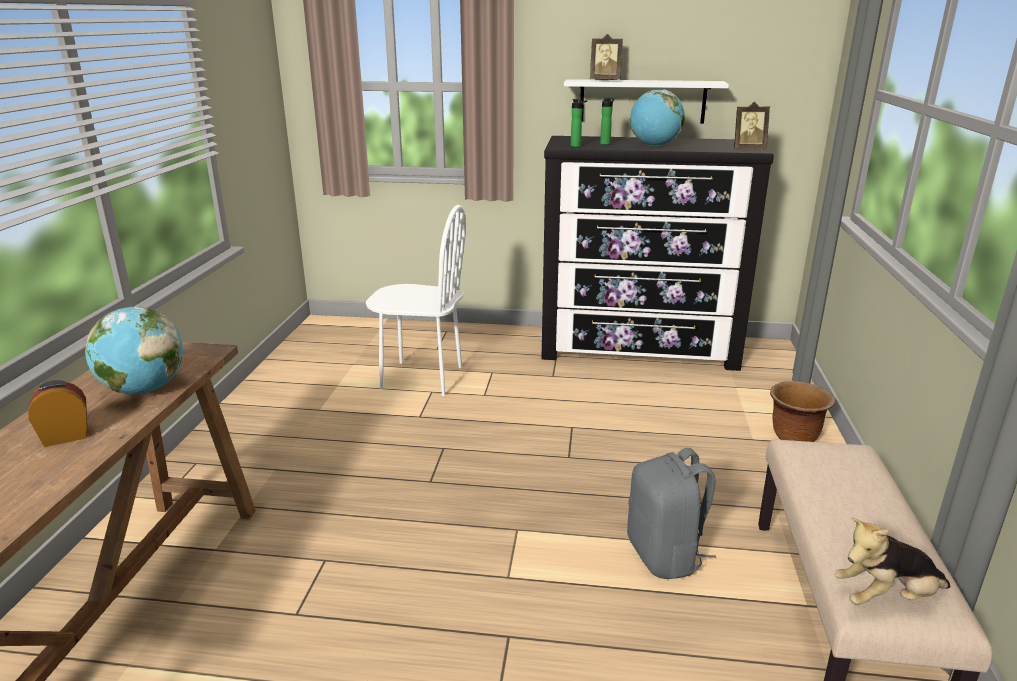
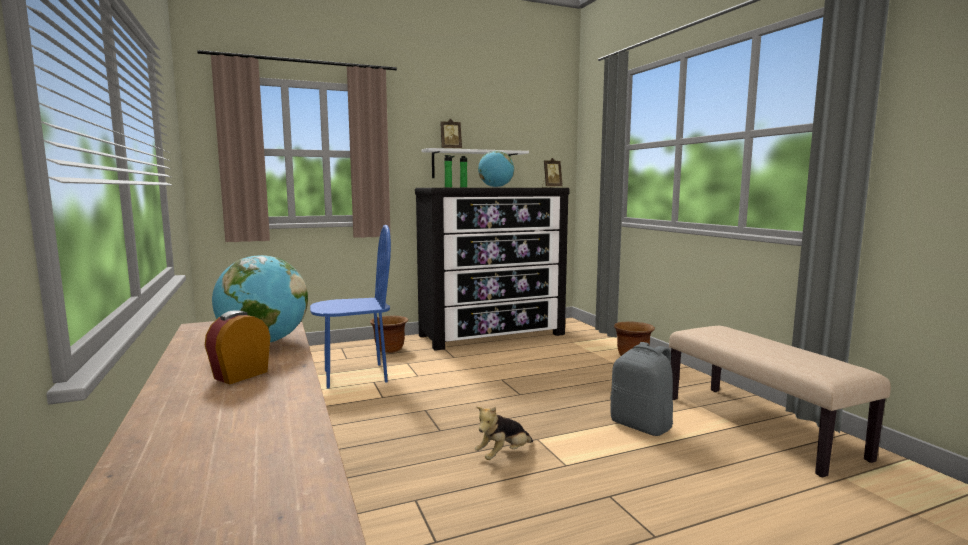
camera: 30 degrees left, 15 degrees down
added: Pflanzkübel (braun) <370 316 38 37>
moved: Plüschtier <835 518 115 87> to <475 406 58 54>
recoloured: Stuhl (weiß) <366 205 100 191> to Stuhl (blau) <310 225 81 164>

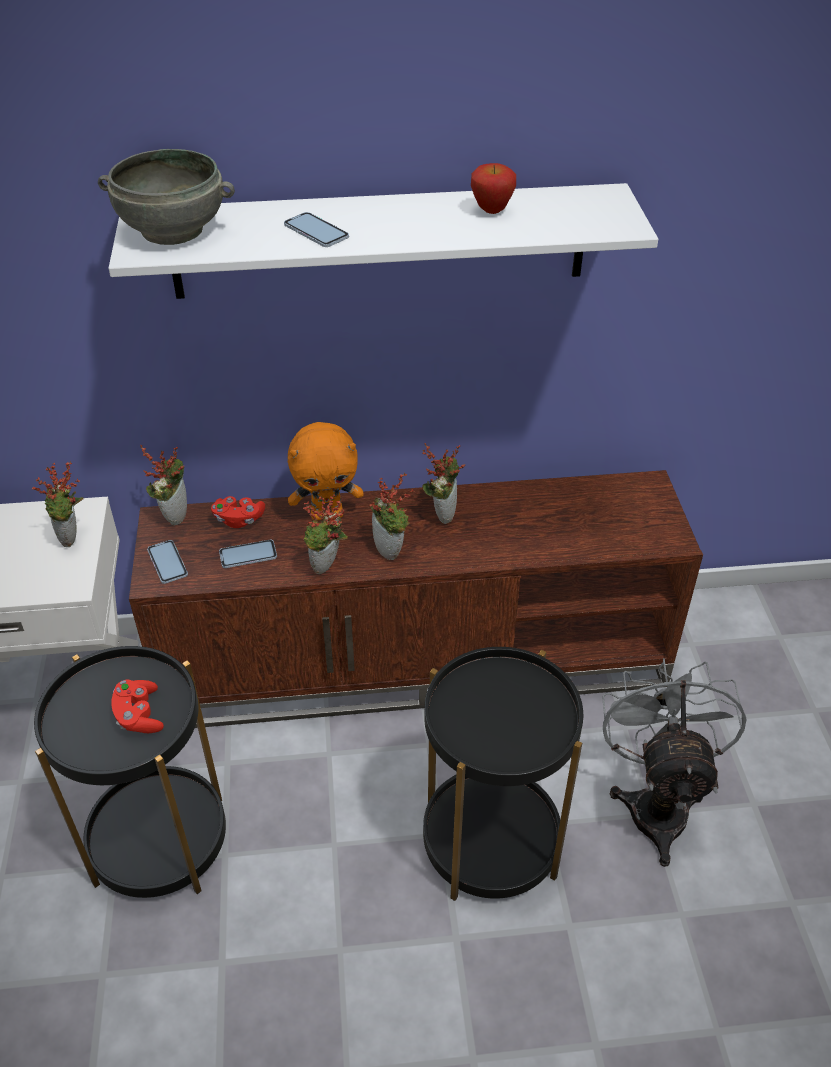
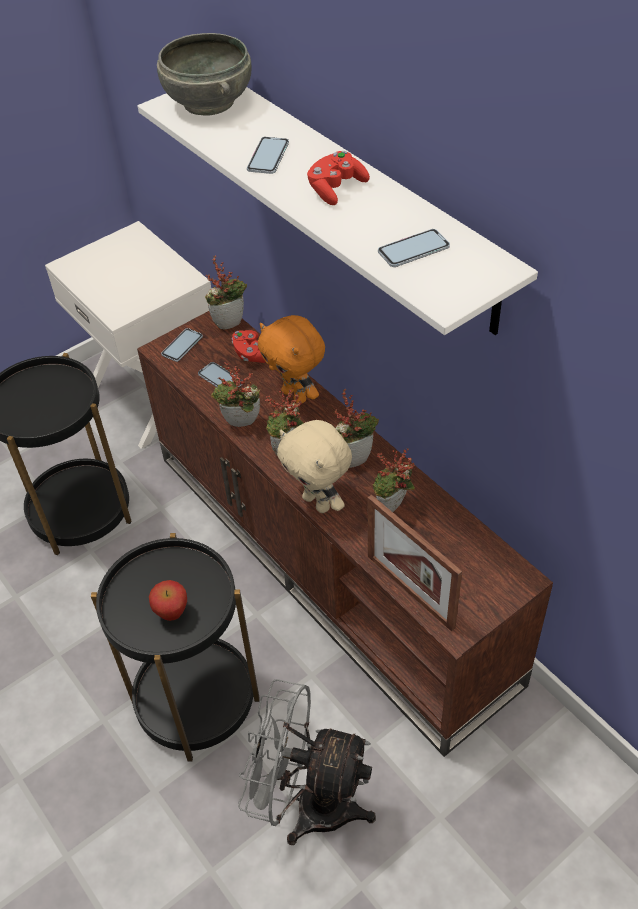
camera: 60 degrees right, 5 degrees up
added: Plüschtier (beige) <277 420 75 93>; Bilderrahmen <368 495 94 137>; Handy <378 229 72 38>
moved: Topfpflanze <32 461 52 86> to <373 448 42 64>; Gamepad (rot) <111 680 53 53> to <307 151 63 54>; Apfel <471 163 45 51> to <149 580 38 41>
turned: Ventilator (grau) <602 658 145 209> = <238 679 138 166> 135 degrees counterclockwise

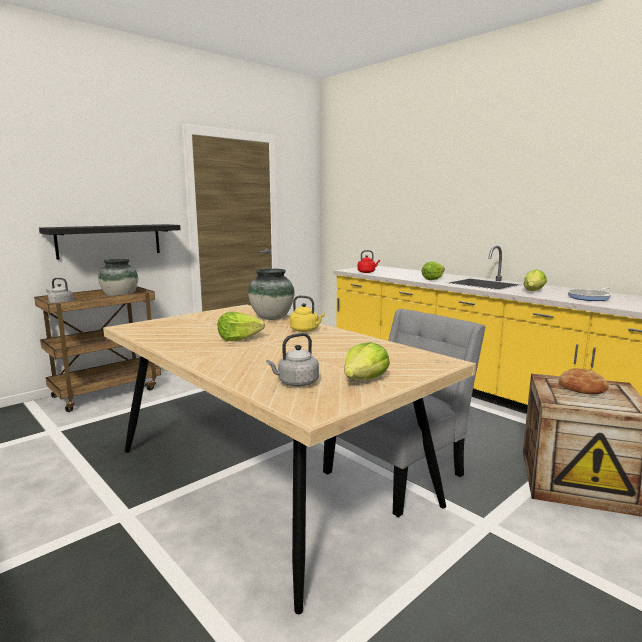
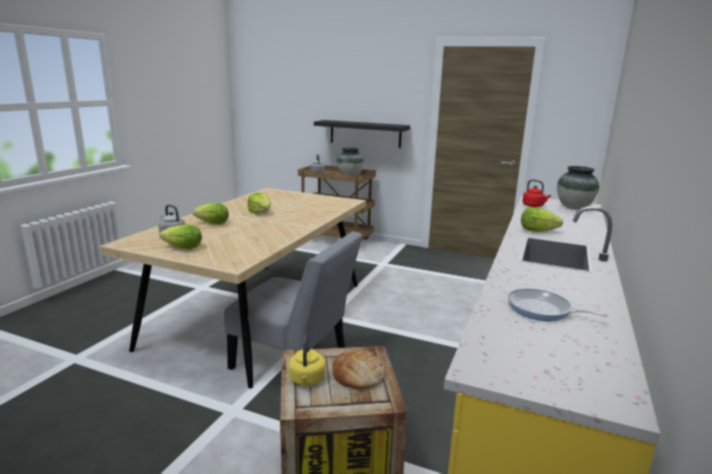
camera: 65 degrees right, 5 degrees up
moved: Vase <248 269 47 51> to <557 166 42 44>; Wasserkessel (gelb) <290 295 35 37> to <288 335 38 51>; Salatkopf <523 270 24 21> to <193 203 36 21>

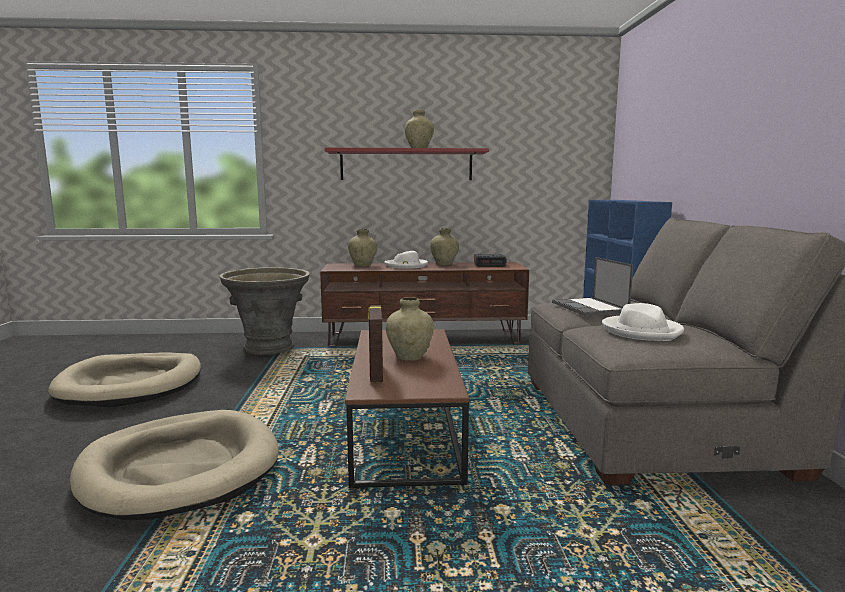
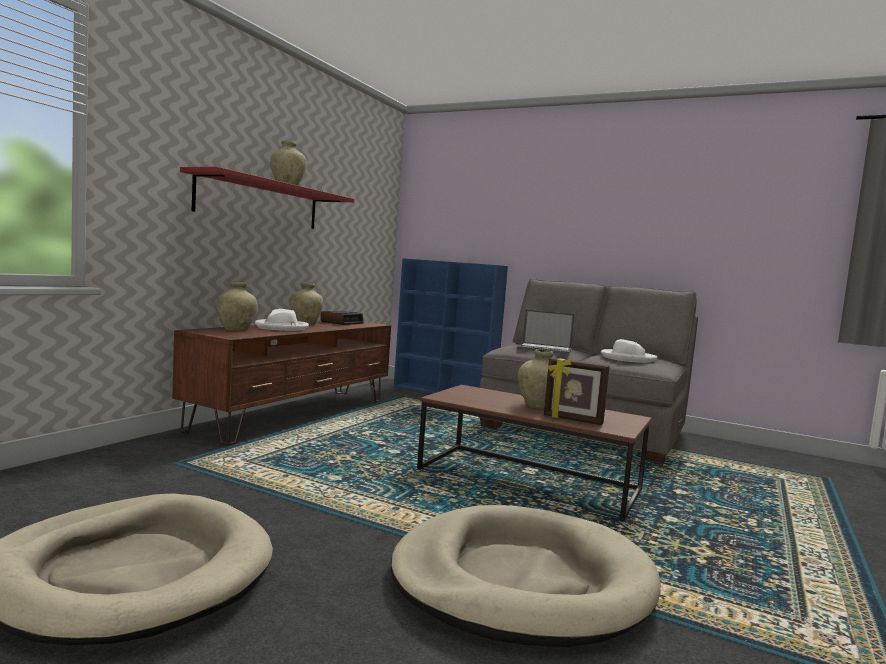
camera: 60 degrees left, 5 degrees down
removed: Pflanzkübel (grau) <219 267 91 88>

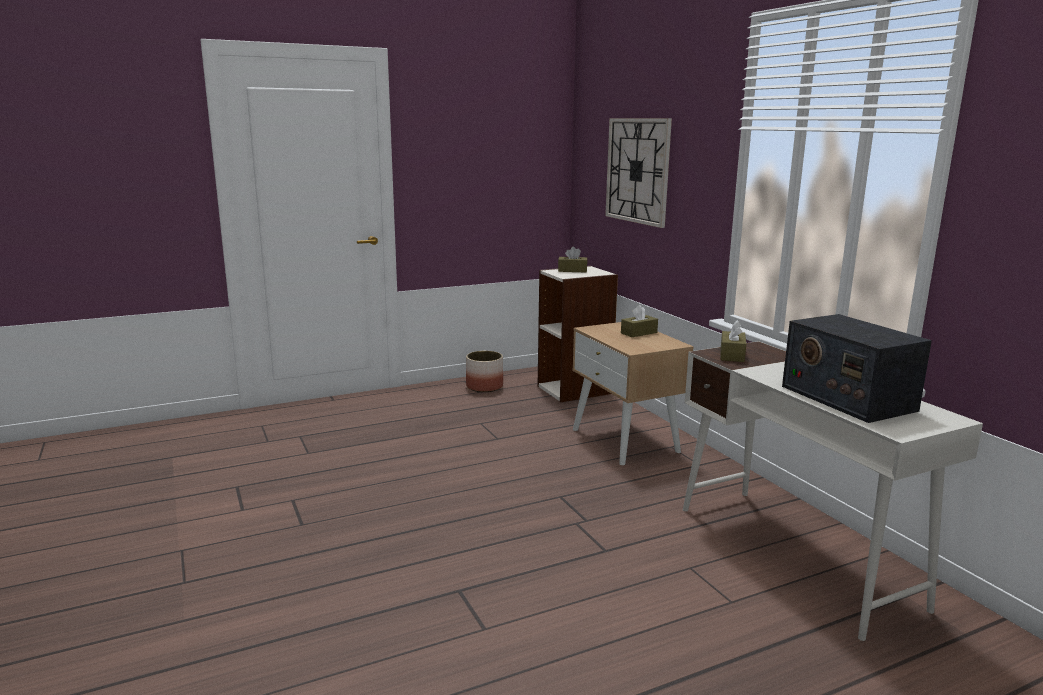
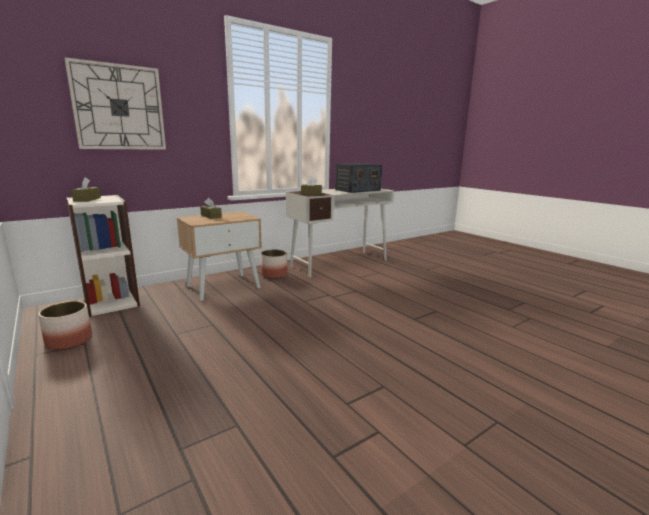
camera: 100 degrees left, 0 degrees up
added: Pflanzkübel <261 249 26 30>

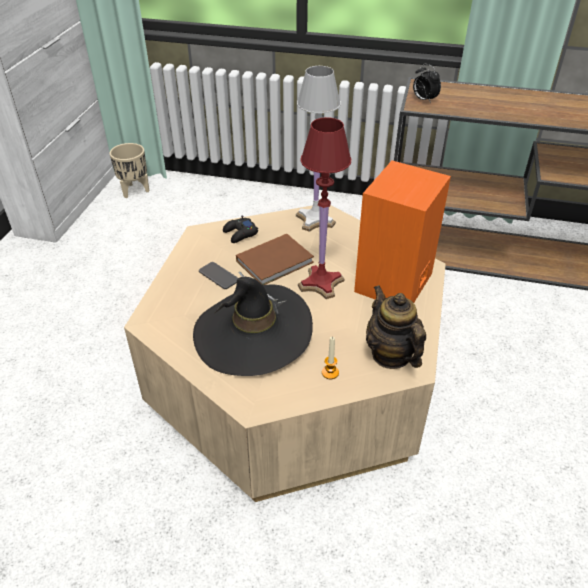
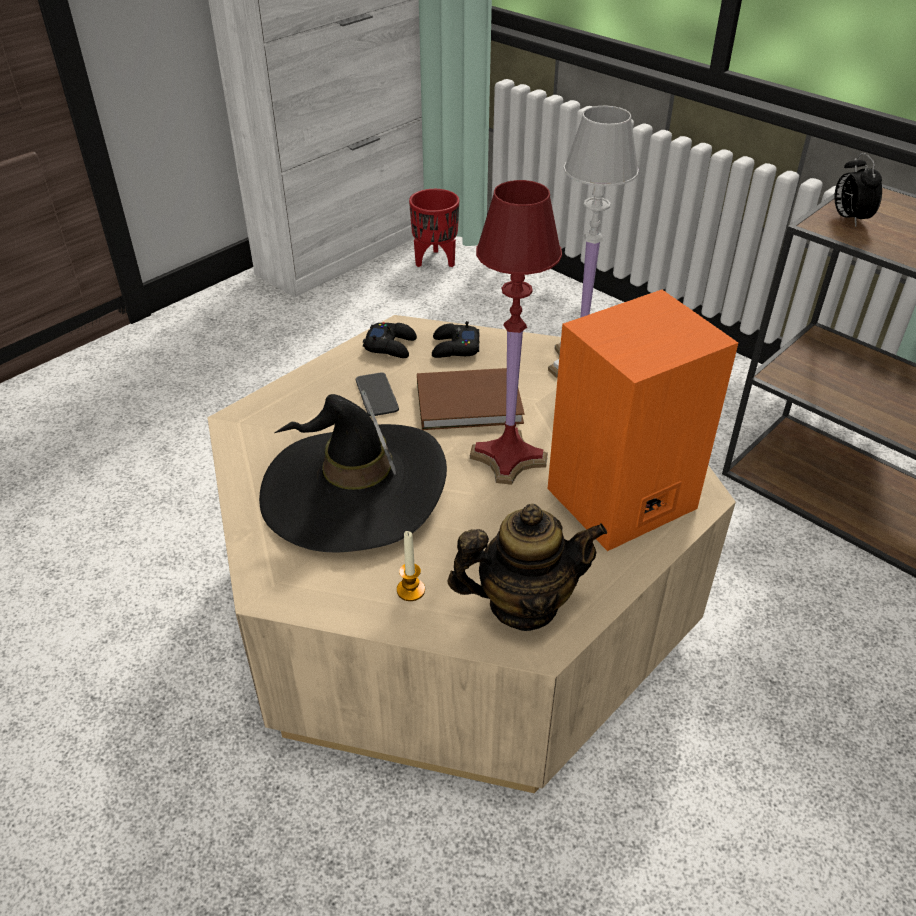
camera: 30 degrees right, 0 degrees up
added: Gamepad (schwarz) <363 322 54 36>
recoloured: Pflanzkübel (beige) <109 143 40 55> to Pflanzkübel (rot) <409 189 50 78>
turned: Teekanne <366 285 60 84> = <448 504 159 127> 75 degrees clockwise

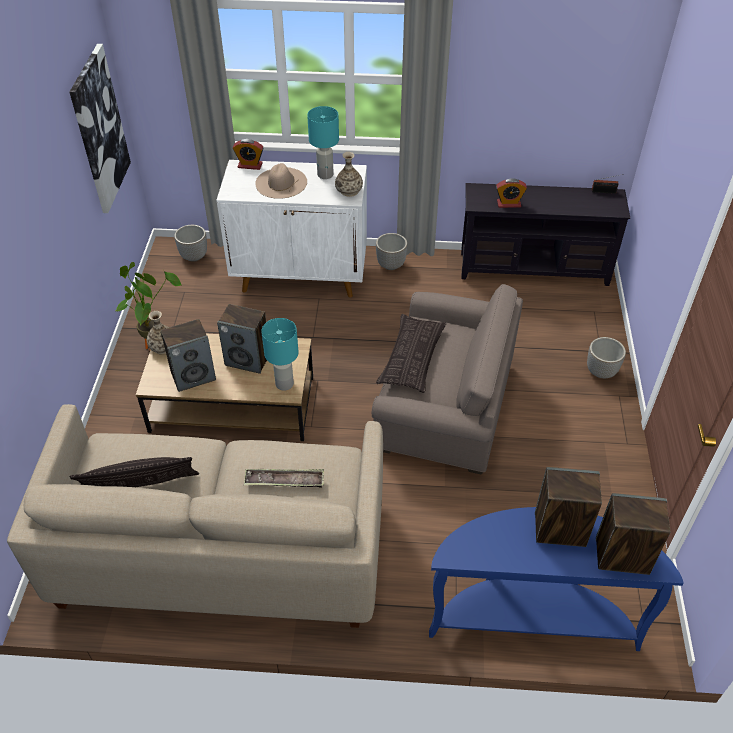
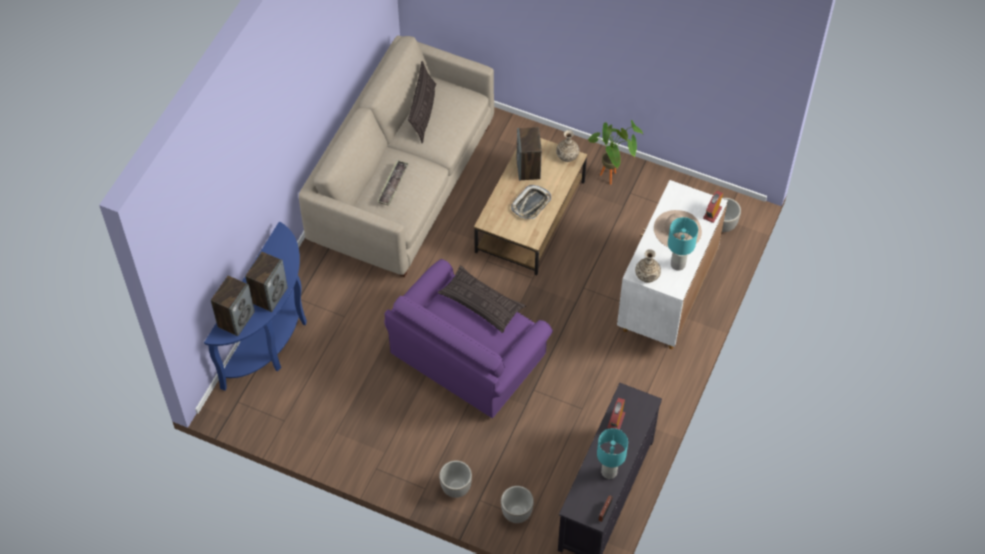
camera: 110 degrees right, 10 degrees up
removed: Bild <69 44 62 169>
moved: Tischlampe (türkis) <261 318 38 73> to <597 428 31 51>; Pflanzkübel <376 233 32 37> to <501 486 33 37>
replaced: Lautsprecher <217 304 50 70> to Tablett <511 185 40 34>
recoloured: Sessel (grau) <371 284 152 191> to Sessel (lila) <384 259 169 159>

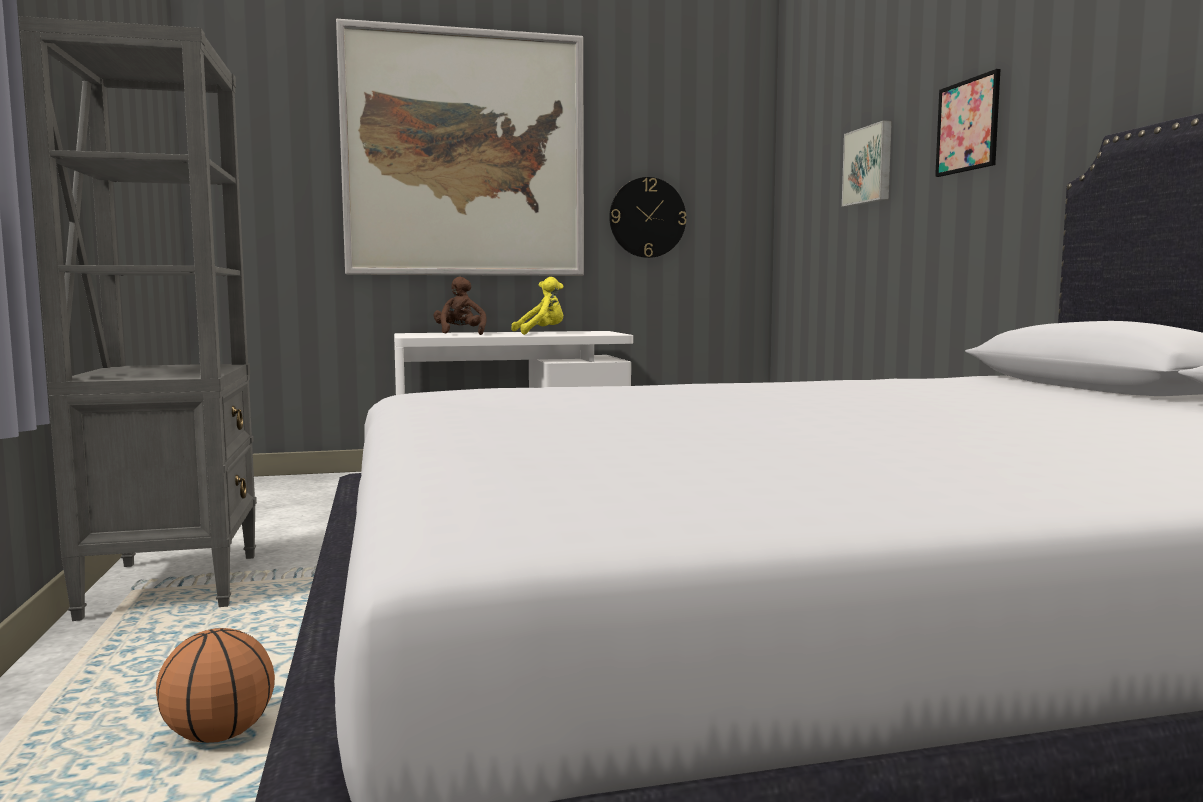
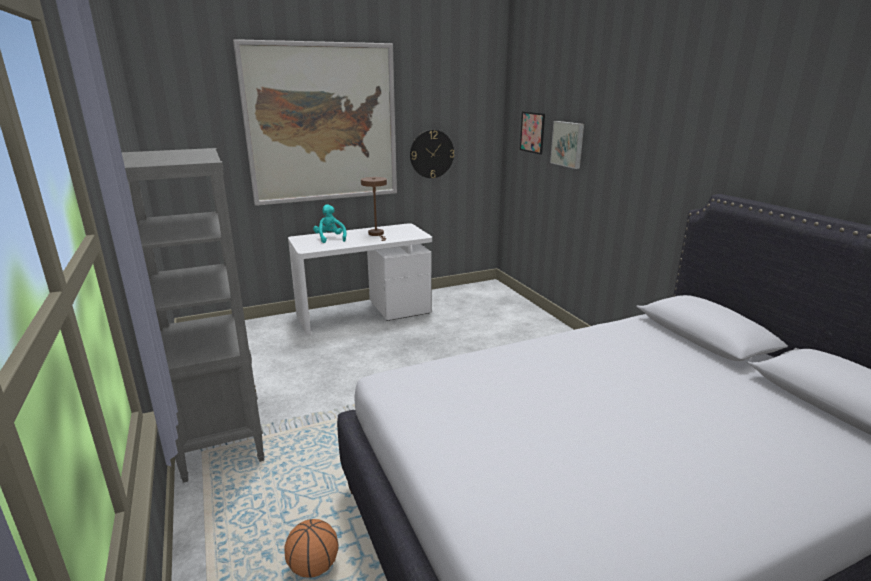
camera: 10 degrees left, 15 degrees up
moved: Bild <935 69 65 108> to <520 112 25 43>
replaced: Plüschtier (gelb) <511 277 52 58> to Tischlampe (braun) <361 177 26 64>
recoloured: Plüschtier (braun) <434 277 53 58> to Plüschtier (türkis) <313 204 33 39>

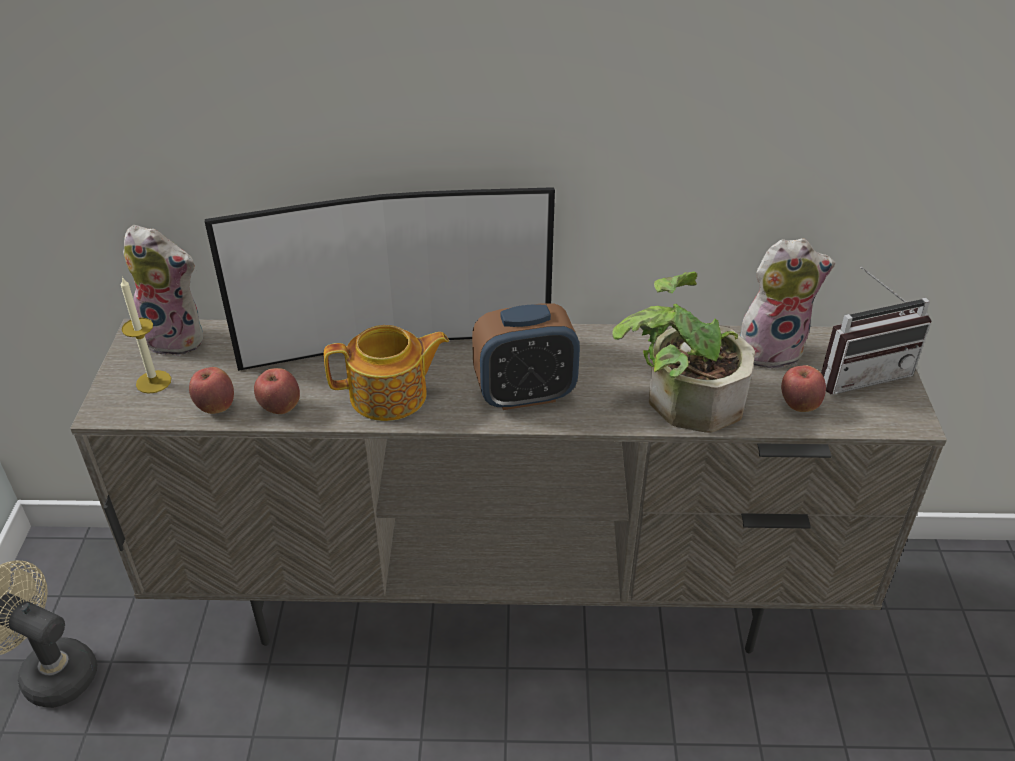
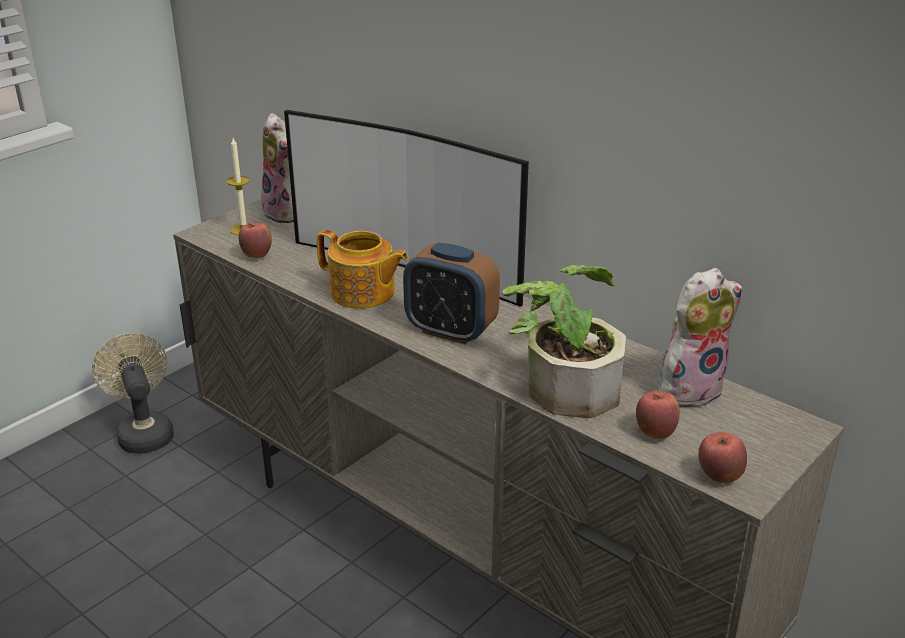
camera: 40 degrees right, 10 degrees down
removed: Radio <821 267 110 127>
moved: Apfel <254 368 46 46> to <698 432 49 51>
turned: Plüschtier <740 238 95 132> = <659 268 84 139> 60 degrees counterclockwise

